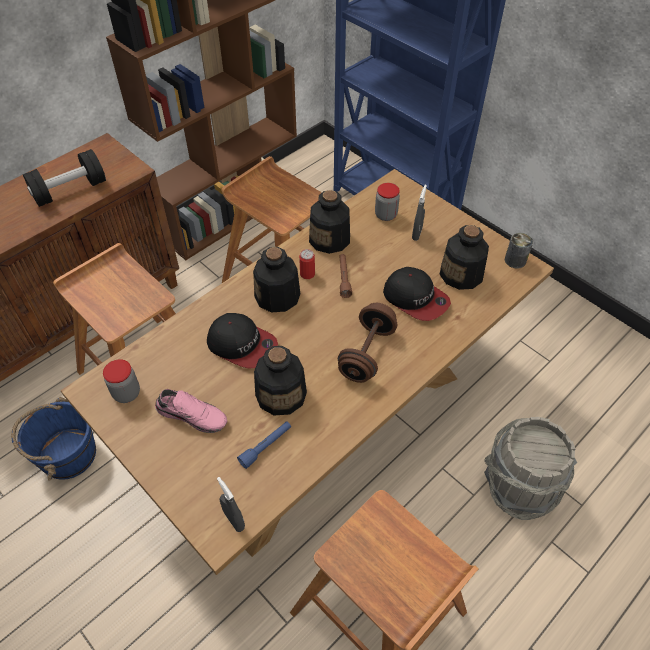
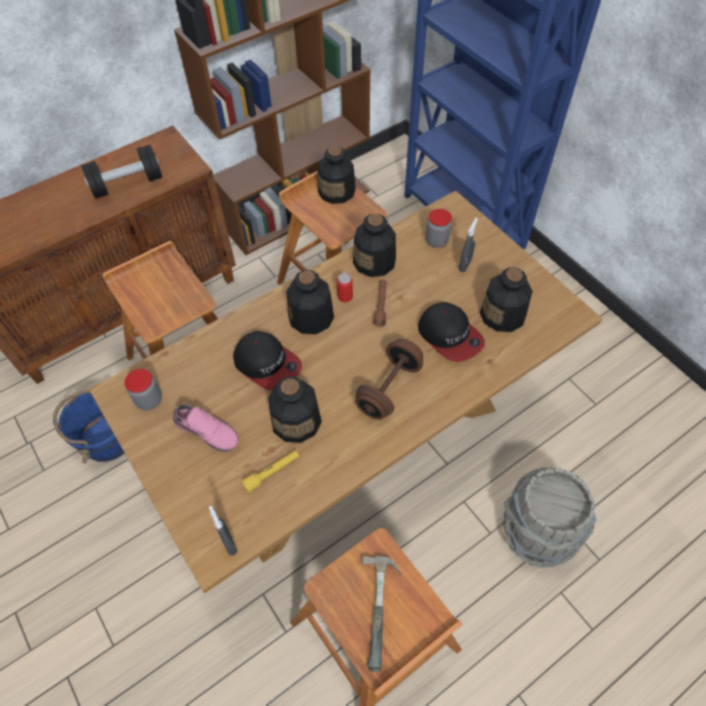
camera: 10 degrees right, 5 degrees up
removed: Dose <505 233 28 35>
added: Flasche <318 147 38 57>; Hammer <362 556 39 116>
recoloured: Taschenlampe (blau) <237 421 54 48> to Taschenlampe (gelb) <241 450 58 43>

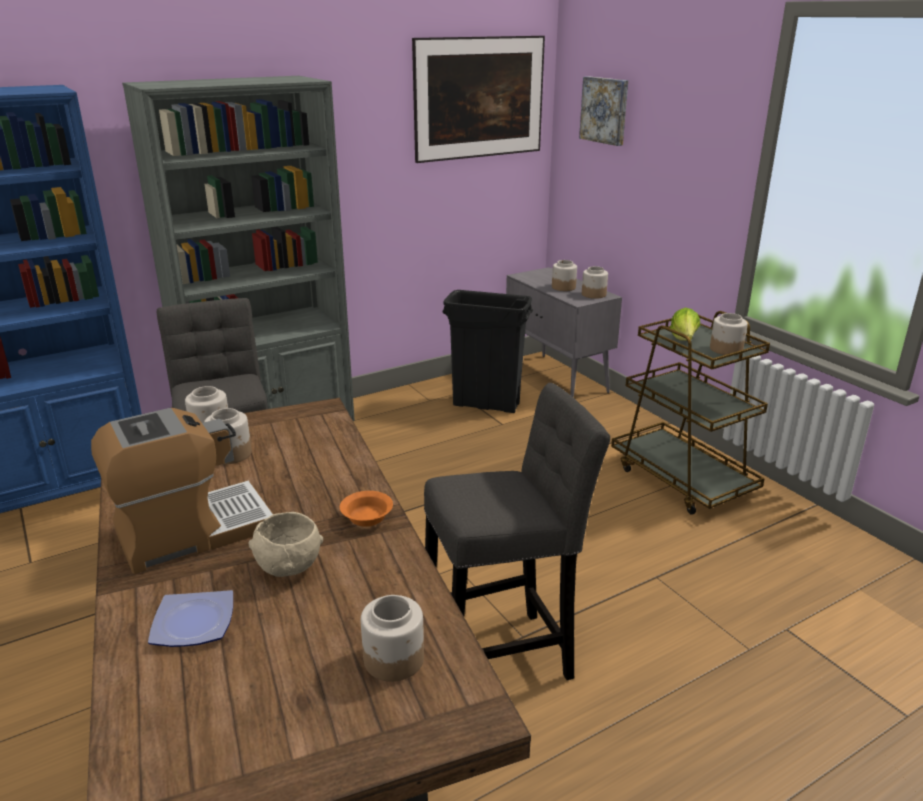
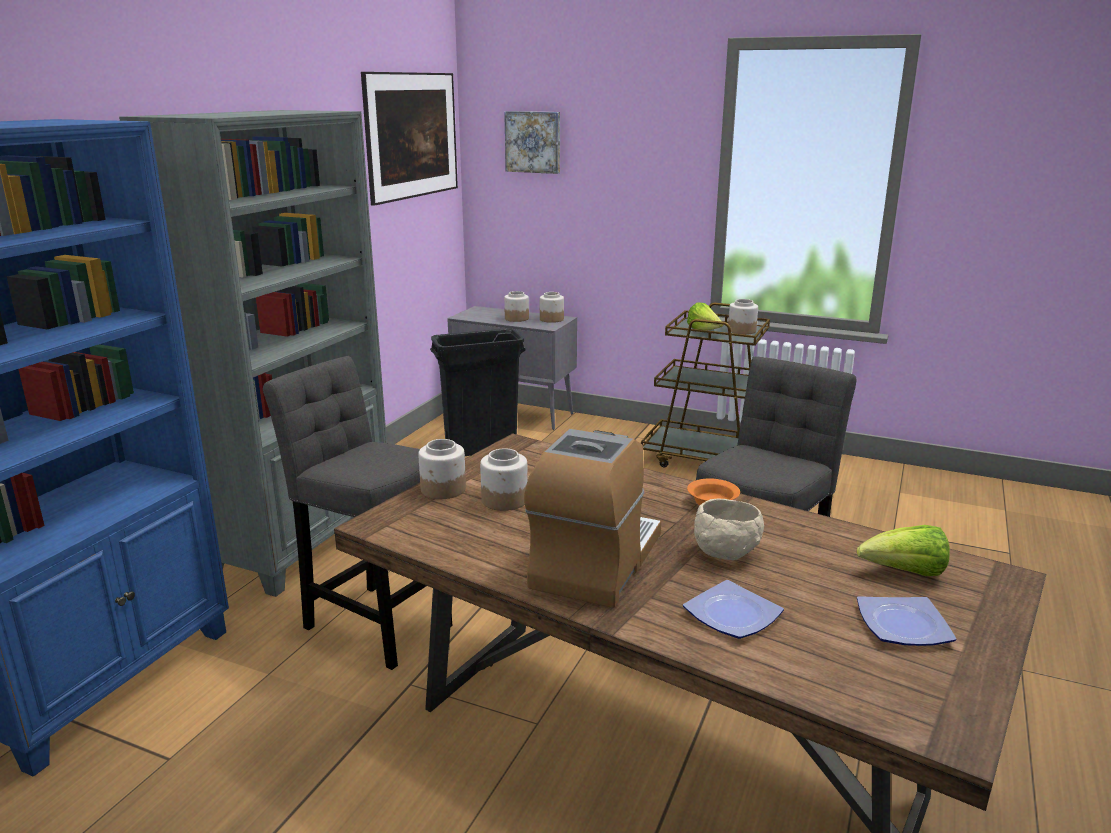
camera: 35 degrees left, 5 degrees down
added: Teller <857 596 99 50>
replaced: Vorratsglas <361 595 63 87> to Salatkopf <857 525 93 51>

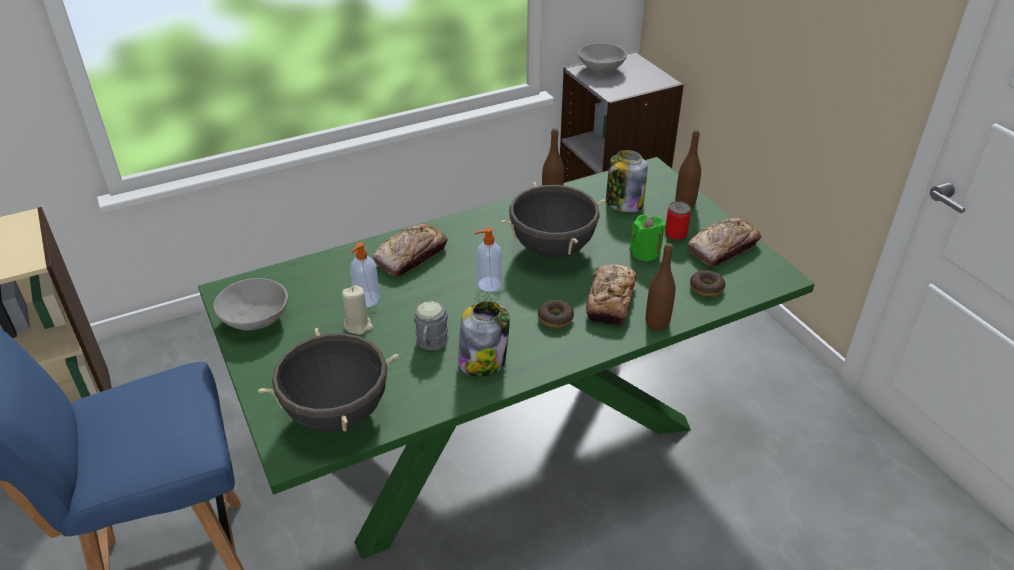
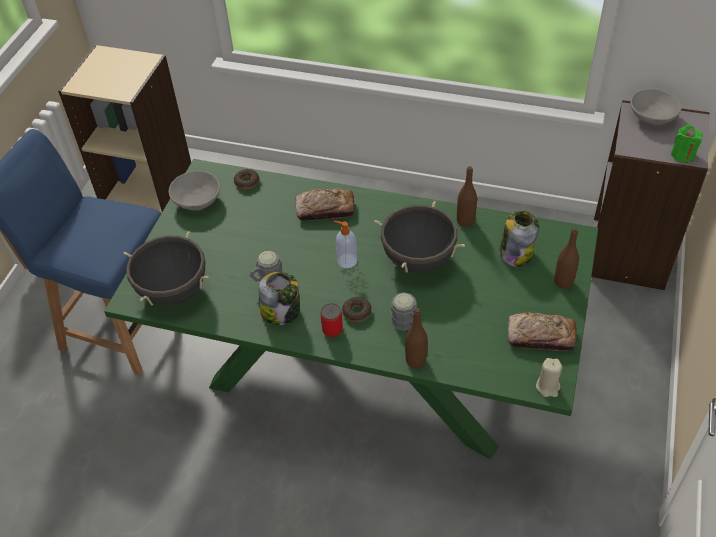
camera: 45 degrees right, 10 degrees up
removed: Seifenspender <350 242 30 65>
moved: Kerze (beige) <342 285 31 50> to <536 358 26 39>; Kerze (grün) <629 215 37 47> to <671 125 32 38>; Dose <665 201 26 40> to <321 303 22 34>; Donut <690 270 35 27> to <234 169 25 21>
replaced: Brot <586 264 50 62> to Henkelbecher (grau) <391 292 26 39>

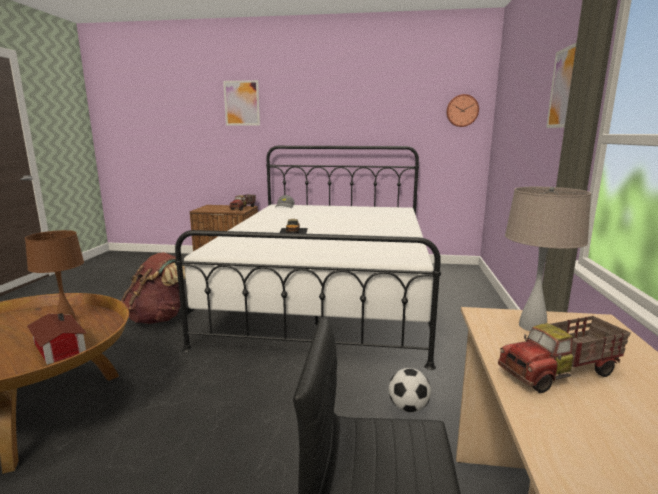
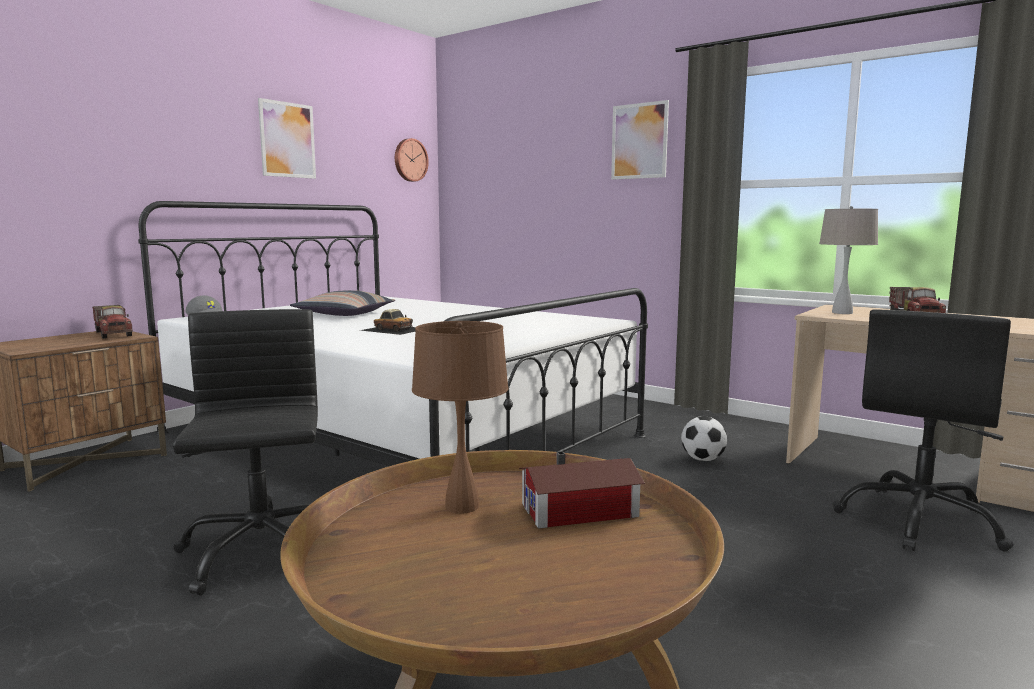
camera: 60 degrees left, 5 degrees down
added: Kissen <290 290 105 26>
moved: Bild <223 80 37 45> to <258 98 58 81>
replaced: Rucksack (braun) <121 252 65 72> to Bürostuhl (schwarz) <173 309 145 286>

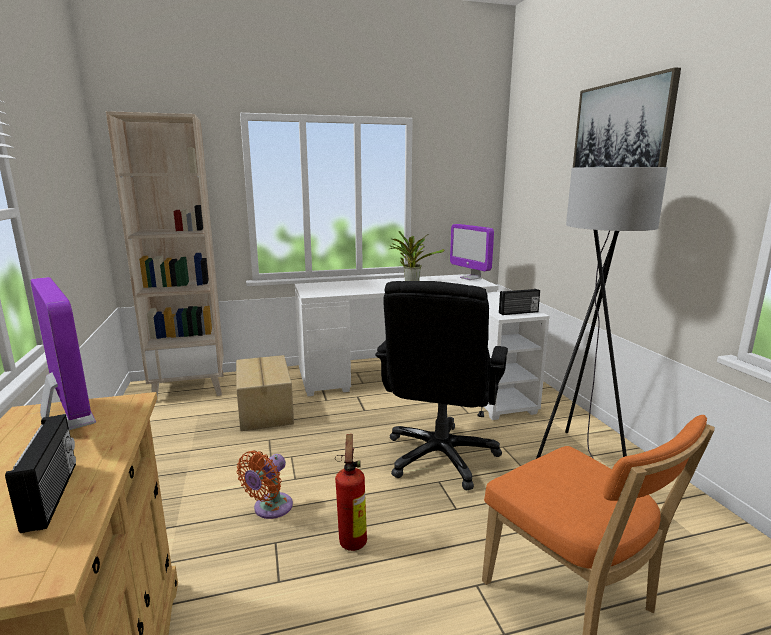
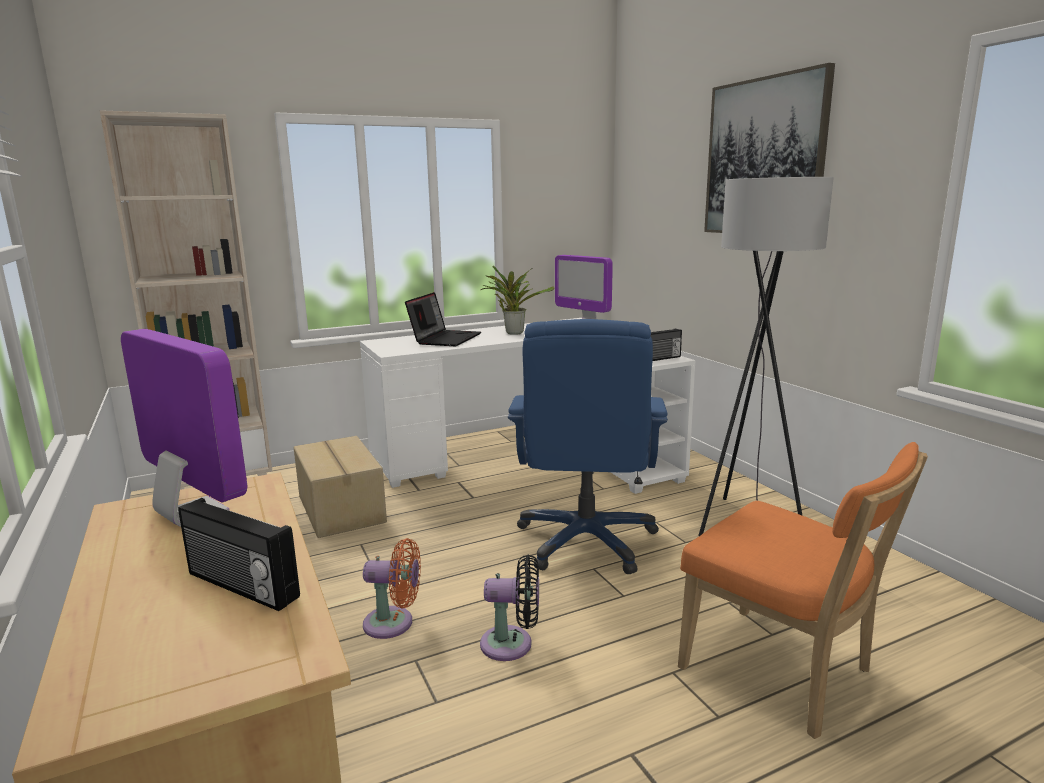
camera: 10 degrees left, 0 degrees up
added: Laptop <405 292 76 54>
replaced: Feuerlöscher <335 434 32 117> to Ventilator (schwarz) <480 555 59 106>
recoloured: Bürostuhl (schwarz) <375 281 133 209> to Bürostuhl (blau) <508 319 160 255>
turned: Radio <5 414 71 119> = <178 498 122 113> 150 degrees clockwise; Ventilator (orange) <237 450 56 69> = <363 538 58 101> 105 degrees counterclockwise

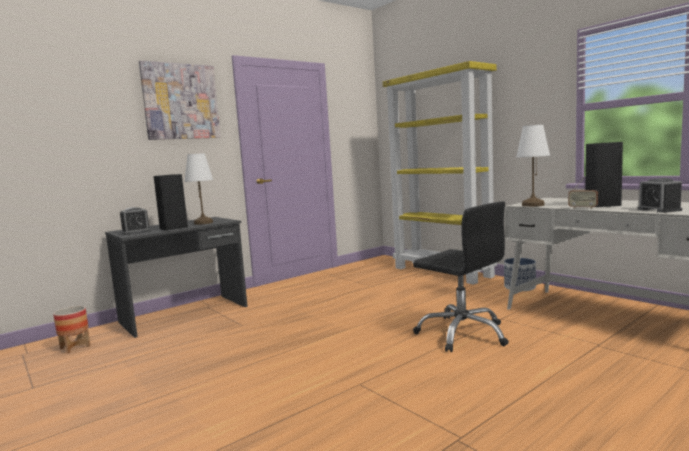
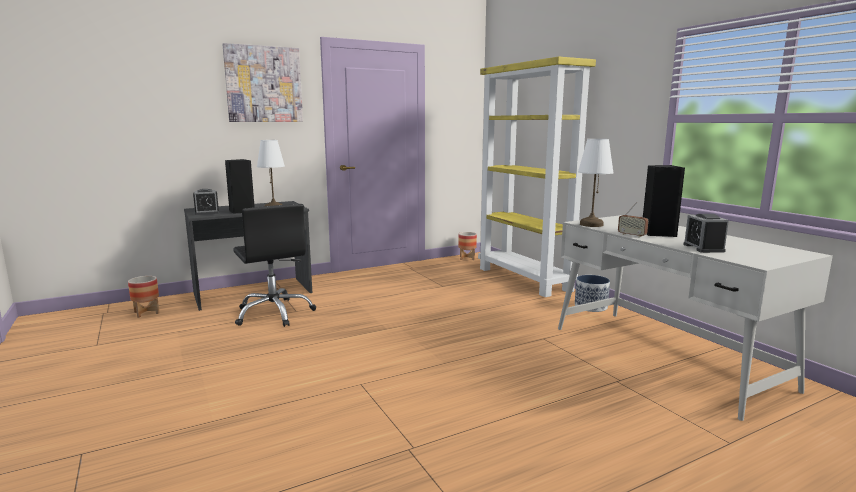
camera: 10 degrees right, 5 degrees up
added: Pflanzkübel <458 232 19 28>
moved: Bürostuhl (schwarz) <413 201 96 151> to <233 204 83 123>

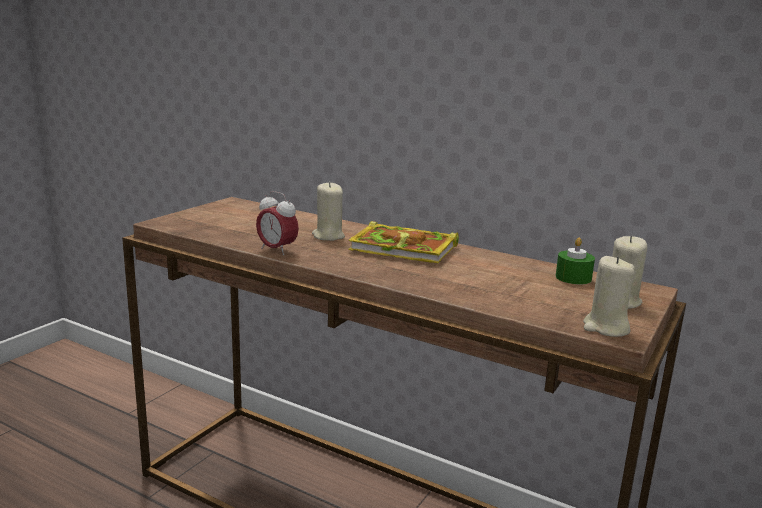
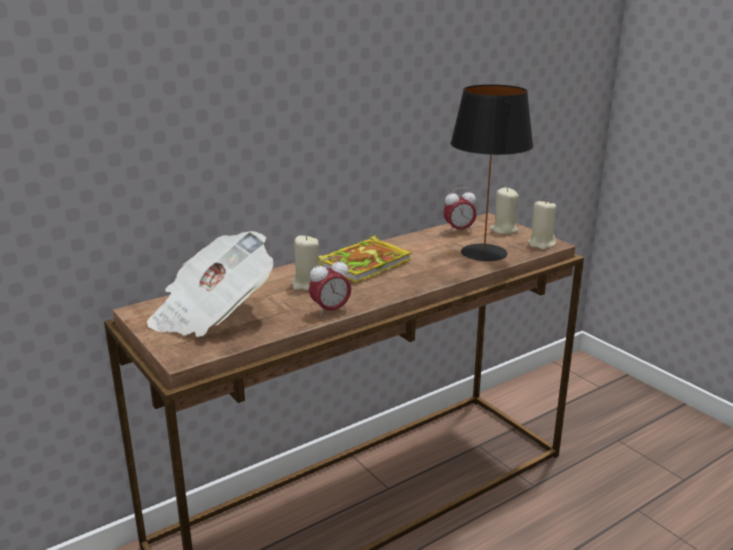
camera: 65 degrees left, 5 degrees up
added: Zeitung <147 231 126 106>; Tischlampe (schwarz) <450 84 83 177>
replaced: Kerze (grün) <556 238 39 47> to Wecker <443 187 34 47>

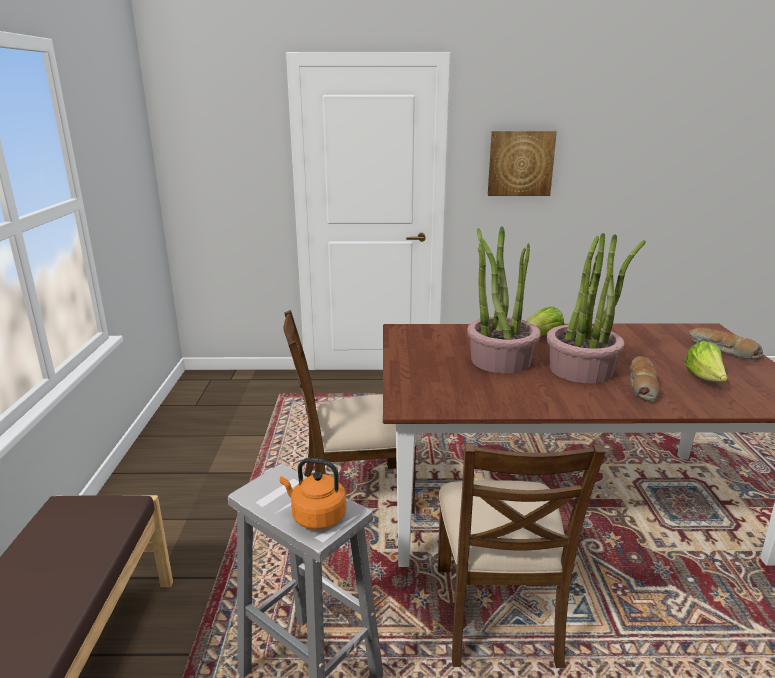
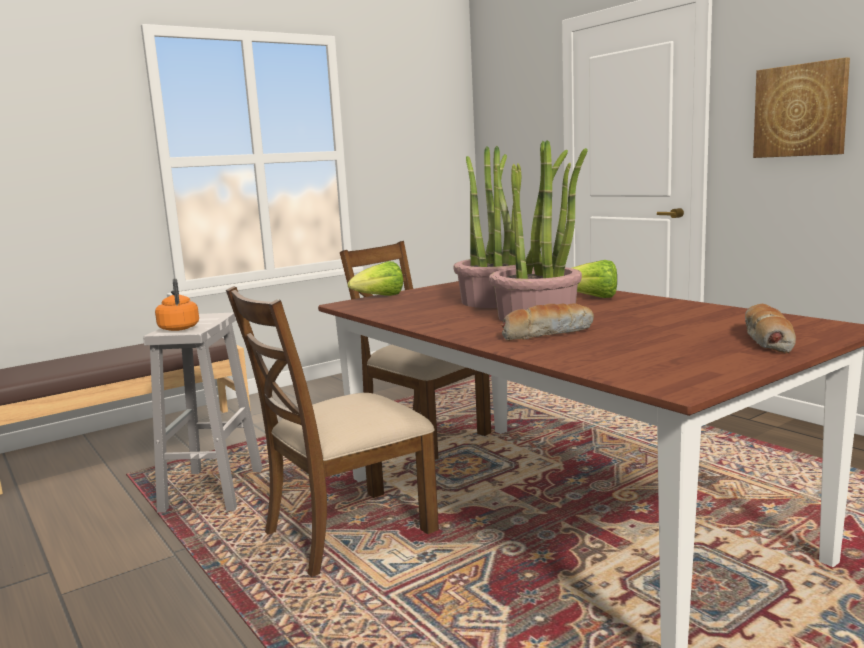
camera: 55 degrees right, 10 degrees down
moved: Salatkopf <685 341 43 41> to <347 261 56 35>

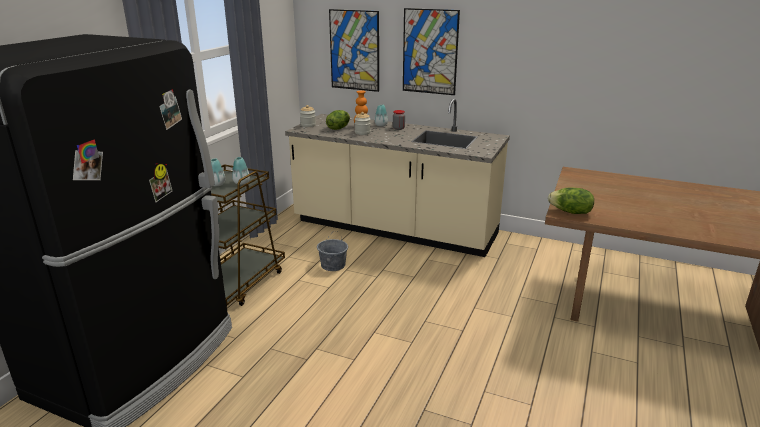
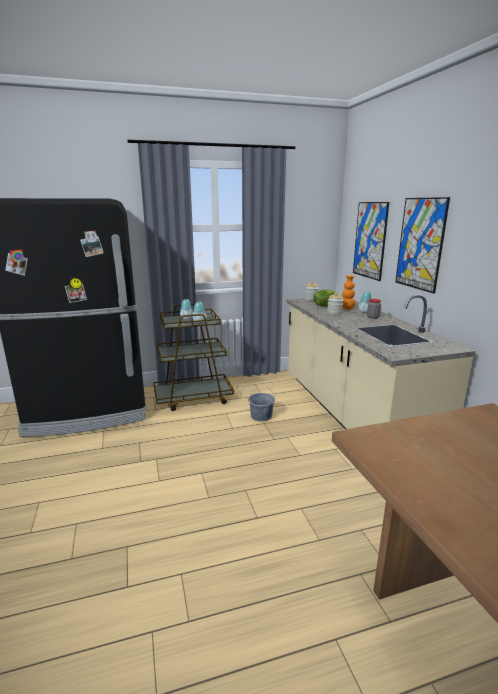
camera: 50 degrees right, 5 degrees down
removed: Salatkopf <548 188 46 26>

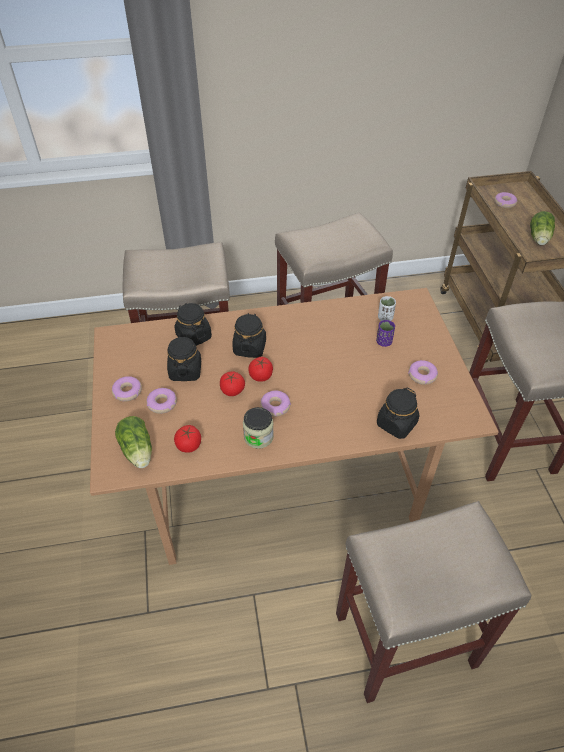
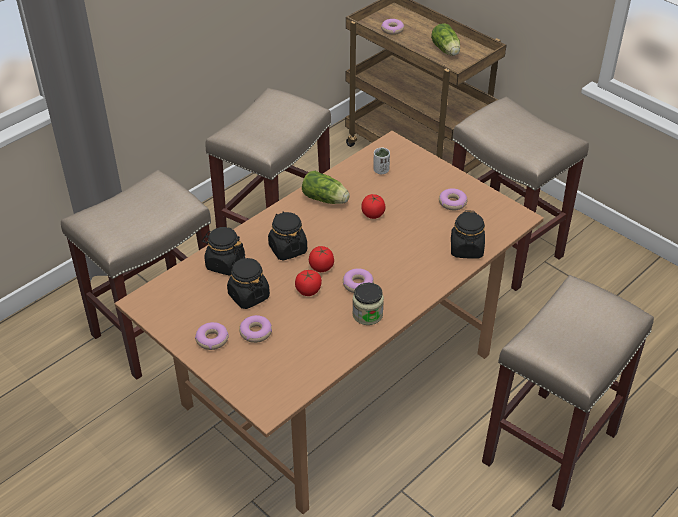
camera: 35 degrees left, 5 degrees down
removed: Tasse (lila) <376 320 19 27>
moved: Salatkopf <115 416 37 52> to <302 171 48 33>; Tomate <174 425 27 28> to <361 194 24 25>

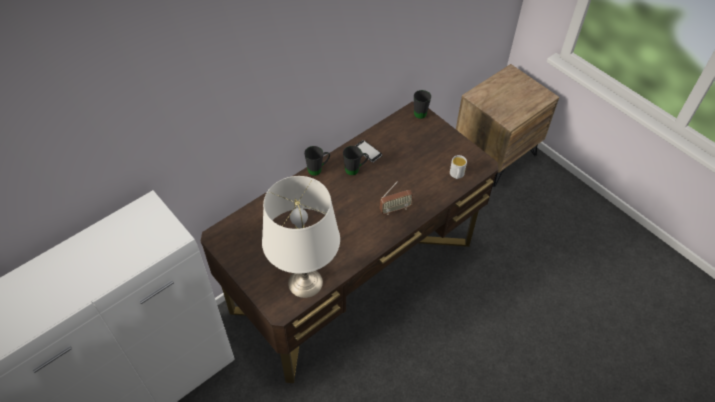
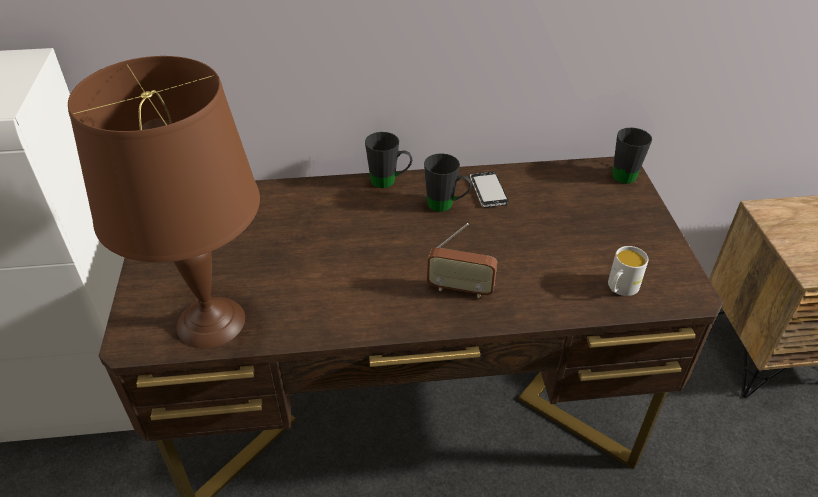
camera: 35 degrees right, 10 degrees down
recoloured: Tischlampe (weiß) <262 176 78 122> to Tischlampe (braun) <68 56 192 292>

